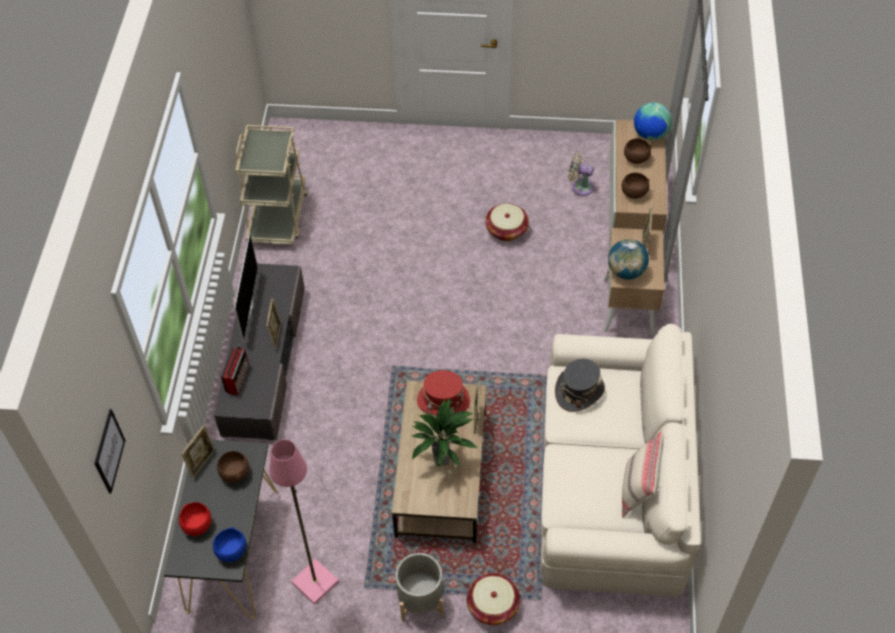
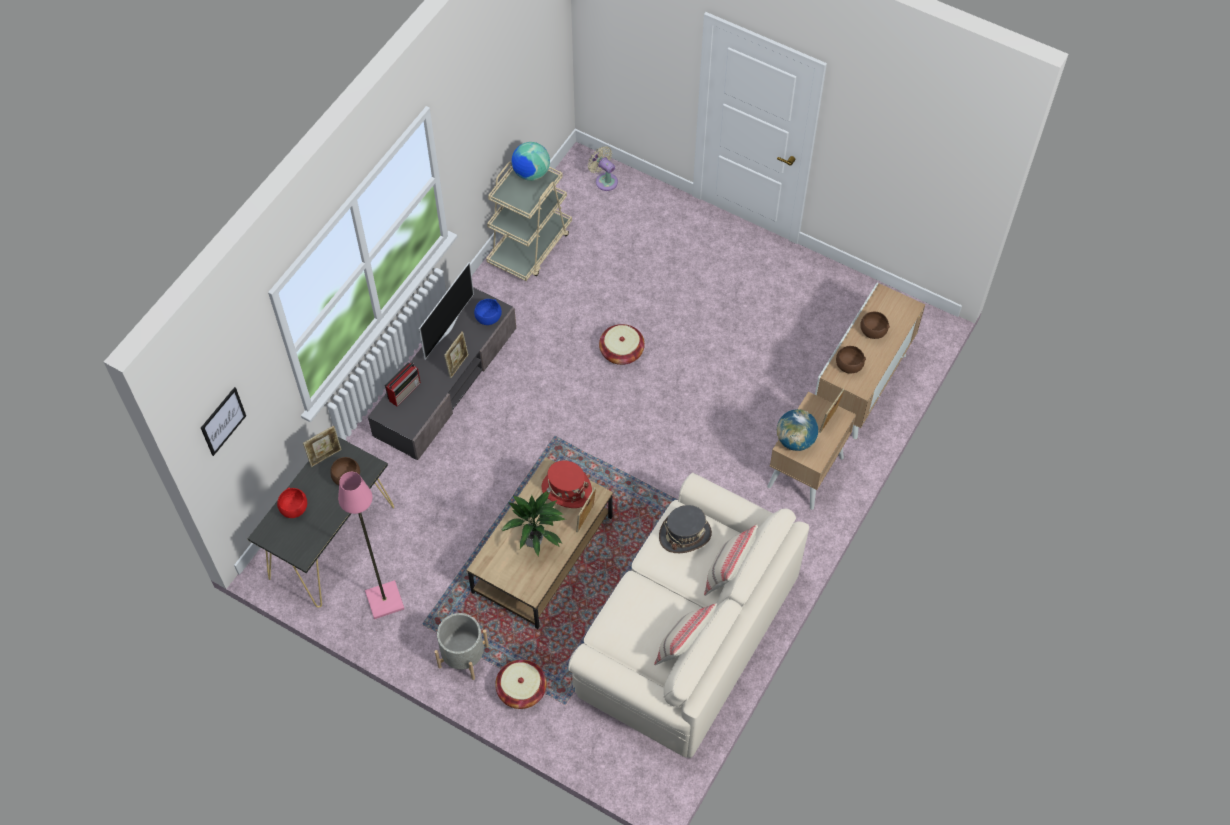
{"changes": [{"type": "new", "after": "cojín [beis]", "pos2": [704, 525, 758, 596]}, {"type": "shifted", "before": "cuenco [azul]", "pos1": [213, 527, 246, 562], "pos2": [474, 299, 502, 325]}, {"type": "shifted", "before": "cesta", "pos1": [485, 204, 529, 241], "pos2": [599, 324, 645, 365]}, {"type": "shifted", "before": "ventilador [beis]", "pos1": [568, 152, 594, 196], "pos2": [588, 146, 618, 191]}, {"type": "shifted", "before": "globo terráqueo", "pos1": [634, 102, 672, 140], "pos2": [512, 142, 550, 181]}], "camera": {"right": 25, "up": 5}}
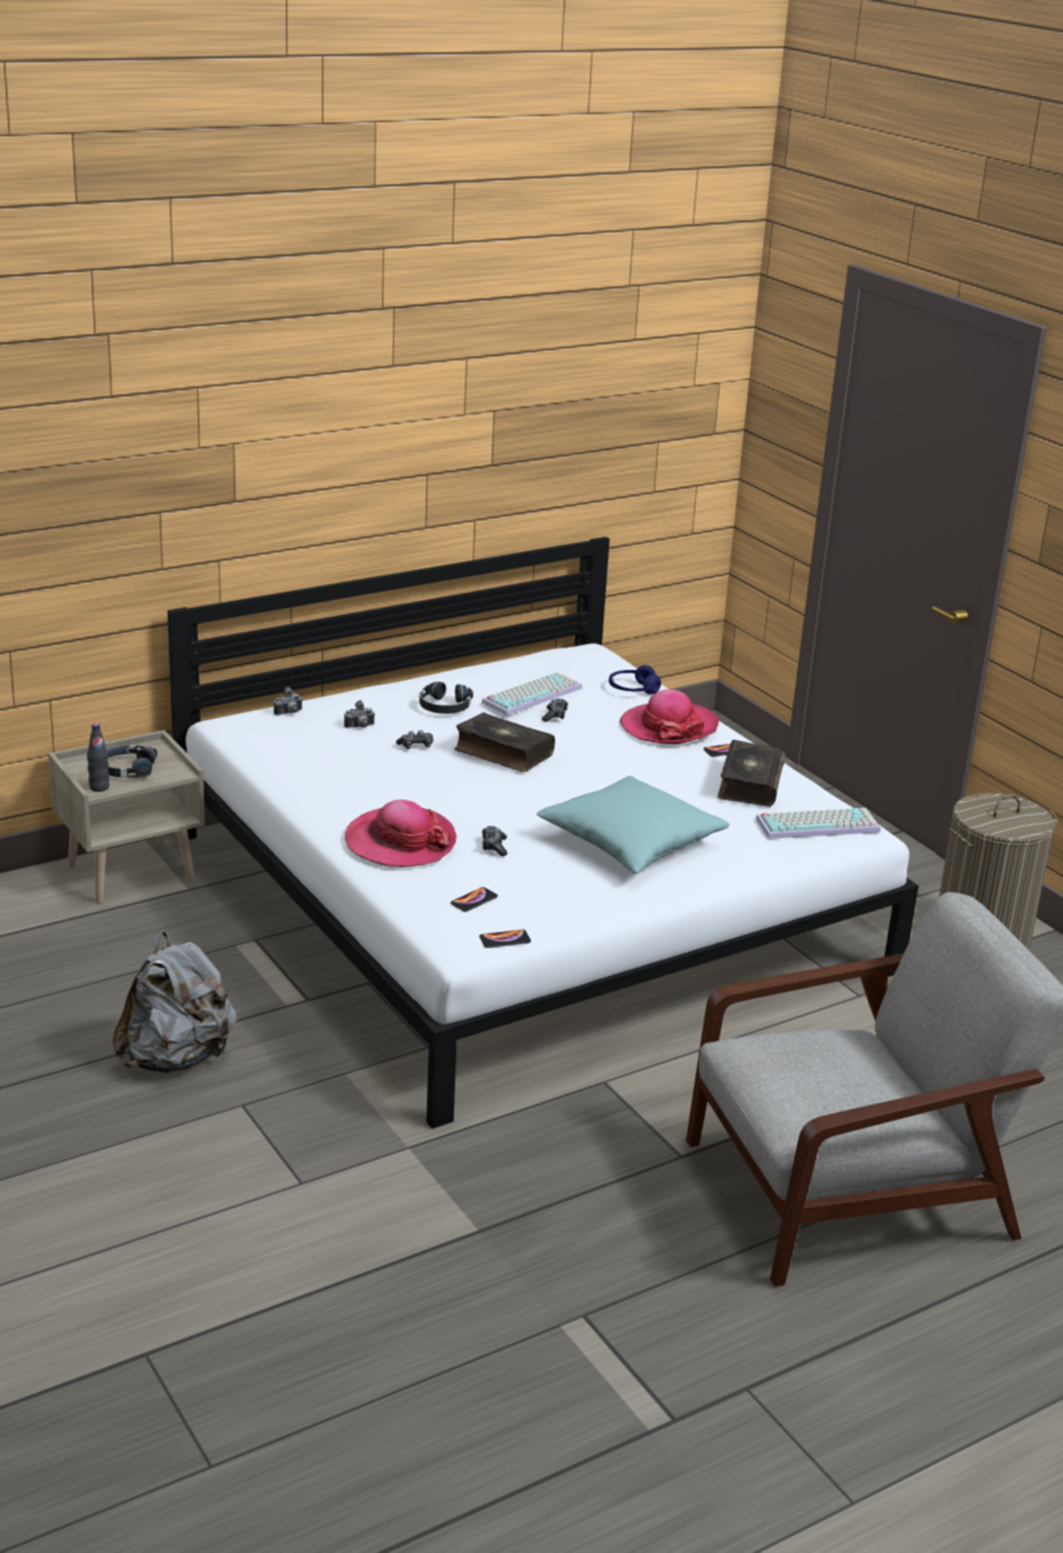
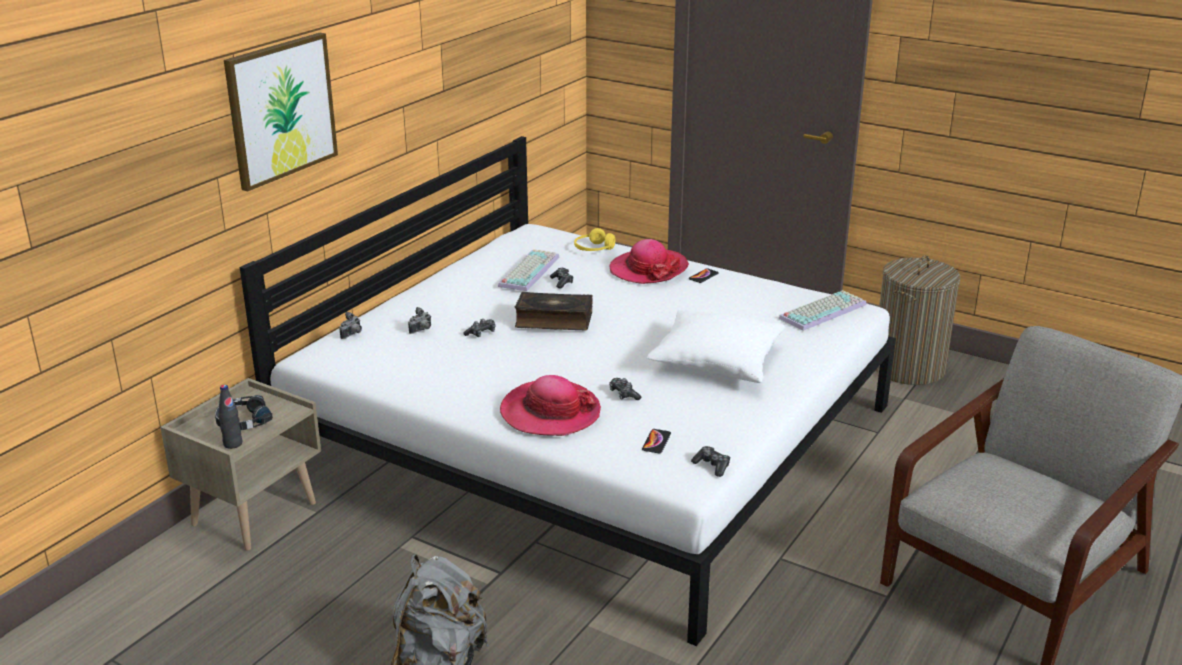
{"changes": [{"type": "gone", "before": "auriculares [negro]", "pos1": [419, 682, 473, 714]}, {"type": "gone", "before": "libro", "pos1": [718, 740, 785, 807]}, {"type": "new", "after": "cuadro", "pos2": [224, 33, 338, 192]}, {"type": "swapped", "before": "móvil", "after": "mando de consola", "pos1": [479, 929, 531, 948], "pos2": [691, 446, 730, 477]}, {"type": "repainted", "before": "cojín [turquesa]", "after": "cojín [blanco]", "pos1": [536, 776, 730, 874], "pos2": [646, 310, 785, 383]}, {"type": "repainted", "before": "auriculares [azul]", "after": "auriculares [amarillo]", "pos1": [609, 665, 661, 694], "pos2": [574, 228, 615, 251]}], "camera": {"right": -25, "up": 0}}
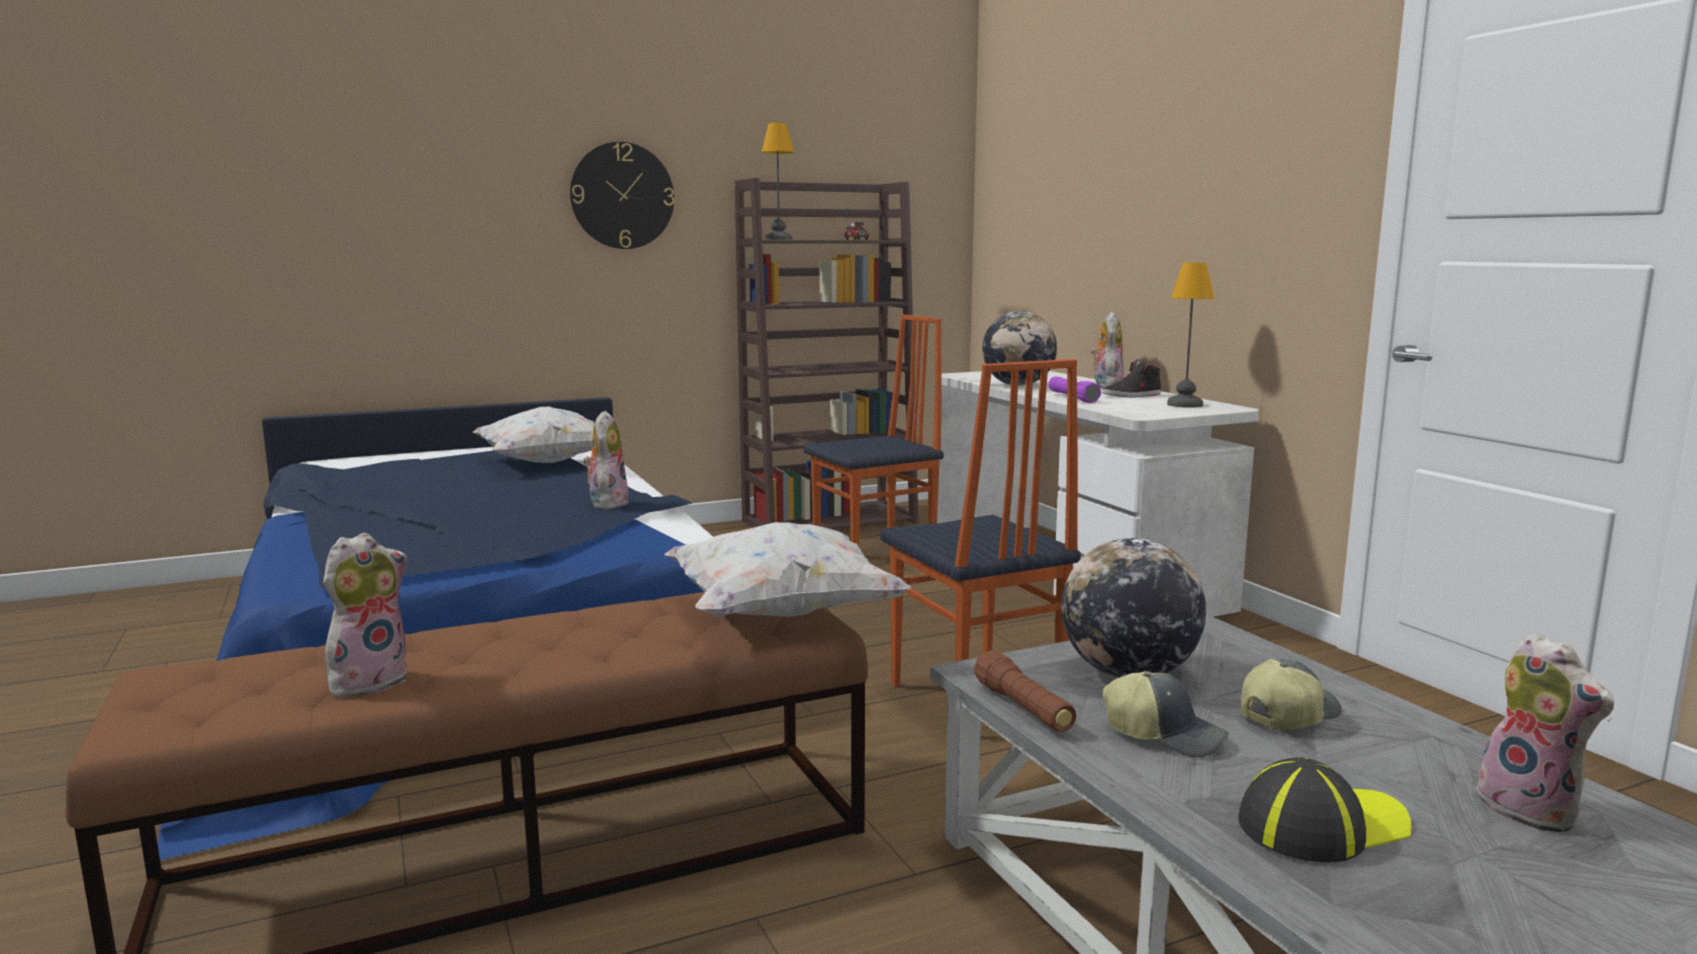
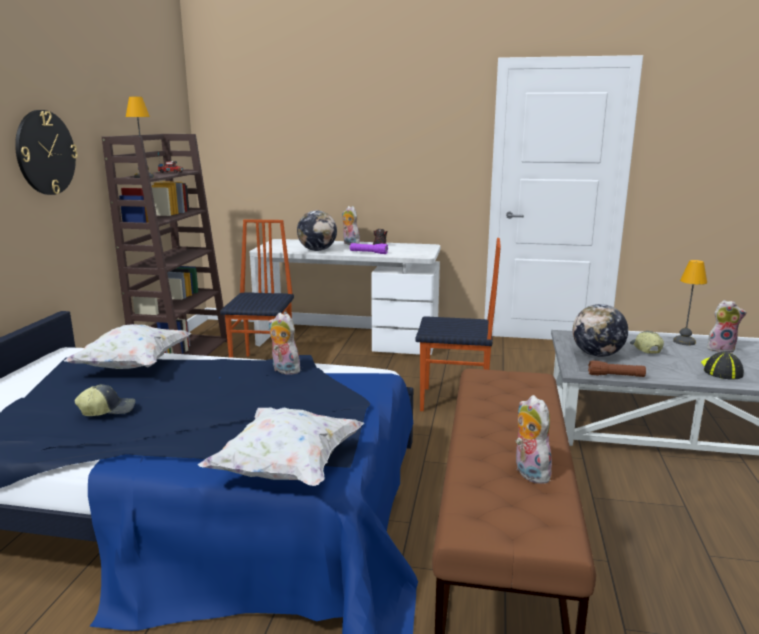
{"changes": [{"type": "shifted", "before": "cojín [blanco]", "pos1": [665, 522, 911, 617], "pos2": [198, 408, 364, 486]}, {"type": "shifted", "before": "gorra", "pos1": [1103, 671, 1229, 757], "pos2": [75, 384, 135, 416]}, {"type": "shifted", "before": "lámpara de mesa", "pos1": [1167, 263, 1214, 408], "pos2": [673, 260, 707, 345]}], "camera": {"right": -55, "up": 5}}
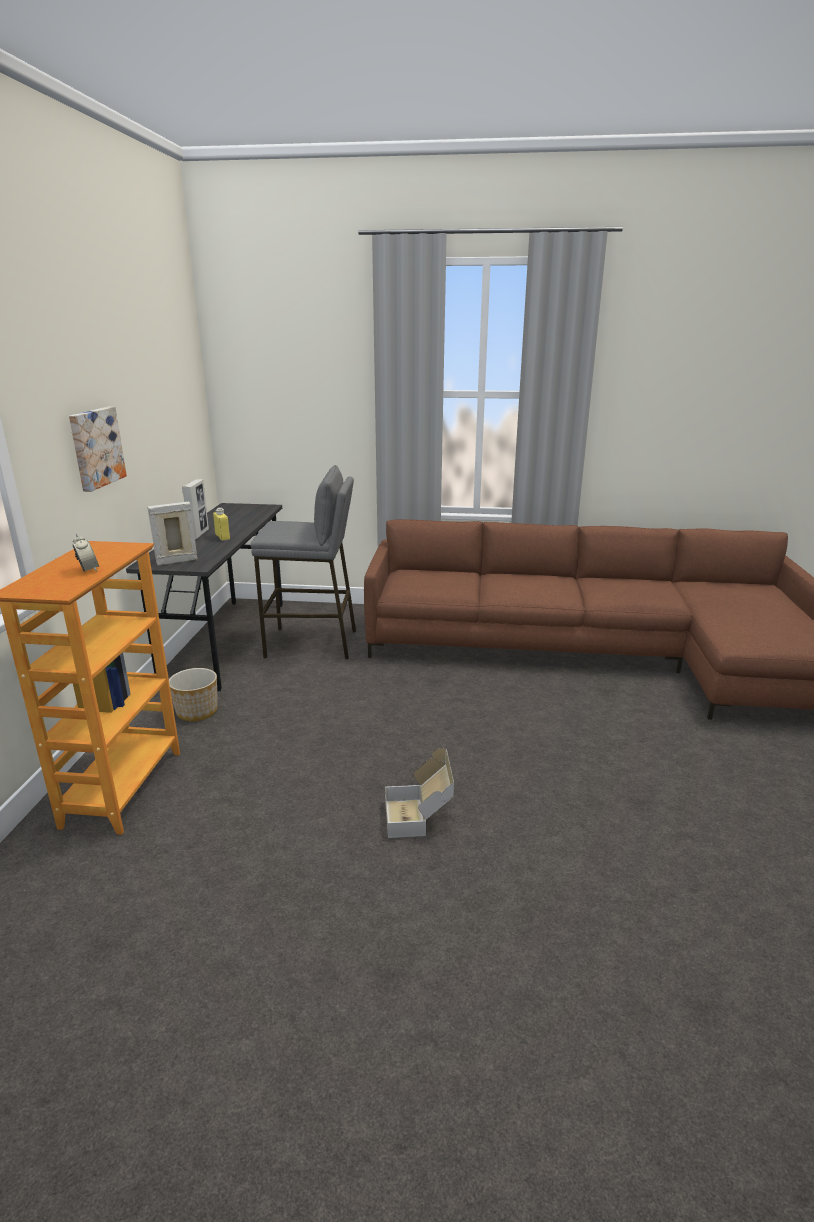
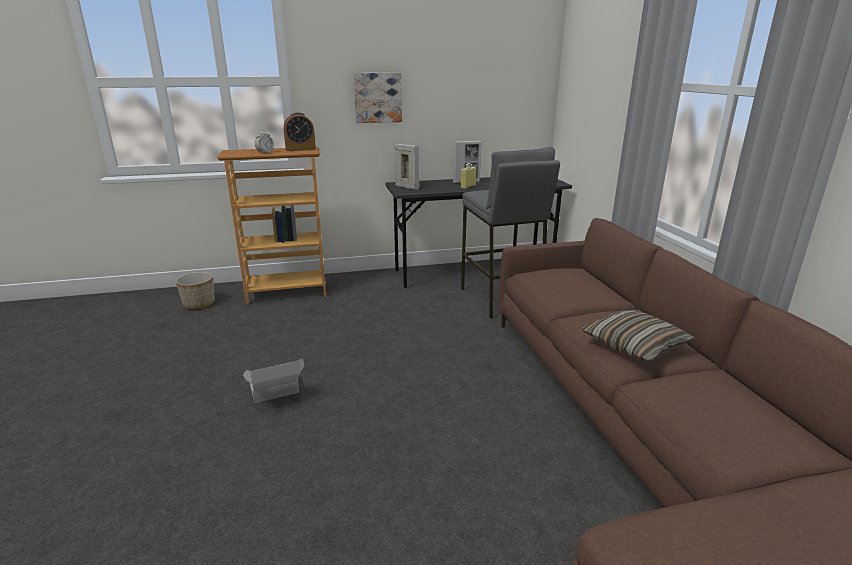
{"changes": [{"type": "new", "after": "despertador", "pos2": [284, 112, 316, 151]}, {"type": "new", "after": "cojín", "pos2": [582, 310, 695, 362]}, {"type": "shifted", "before": "maceta", "pos1": [169, 668, 218, 721], "pos2": [175, 272, 215, 309]}], "camera": {"right": 70, "up": 0}}
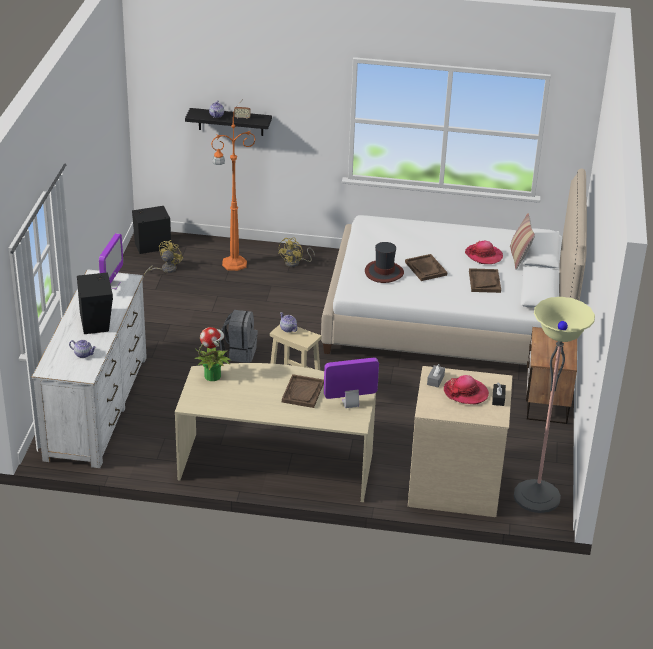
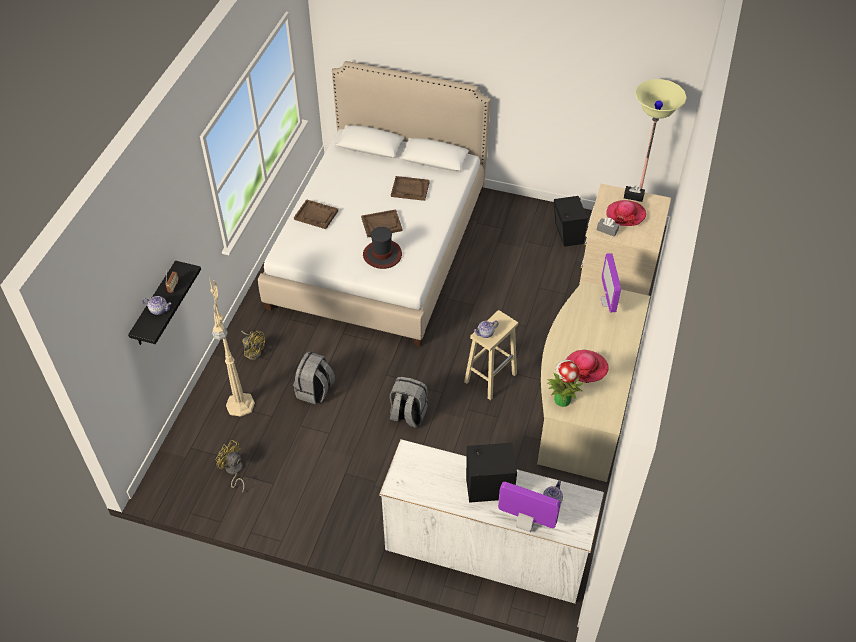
{"changes": [{"type": "gone", "before": "cojín", "pos1": [510, 213, 535, 270]}, {"type": "gone", "before": "mesita de noche", "pos1": [526, 327, 577, 424]}, {"type": "new", "after": "mochila [gris]", "pos2": [293, 352, 335, 404]}, {"type": "shifted", "before": "monitor", "pos1": [99, 233, 123, 289], "pos2": [498, 482, 561, 532]}, {"type": "shifted", "before": "altavoz [negro]", "pos1": [132, 206, 171, 254], "pos2": [554, 196, 588, 247]}, {"type": "shifted", "before": "bandeja [marrón]", "pos1": [282, 374, 324, 408], "pos2": [294, 199, 338, 229]}, {"type": "shifted", "before": "sombrero", "pos1": [465, 241, 503, 264], "pos2": [566, 350, 609, 383]}, {"type": "repainted", "before": "lámpara de pie [naranja]", "after": "lámpara de pie [beis]", "pos1": [211, 114, 256, 271], "pos2": [209, 277, 255, 417]}], "camera": {"right": -80, "up": 15}}
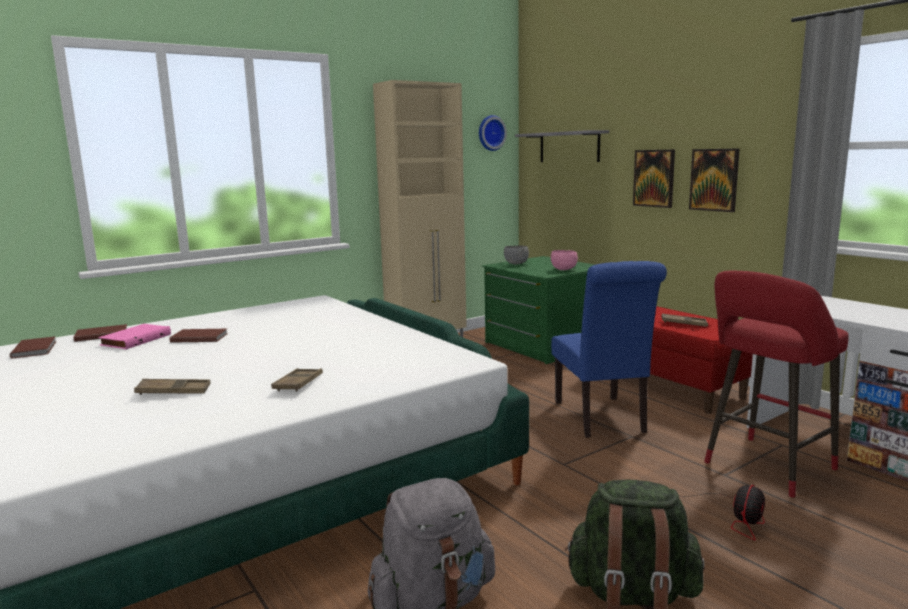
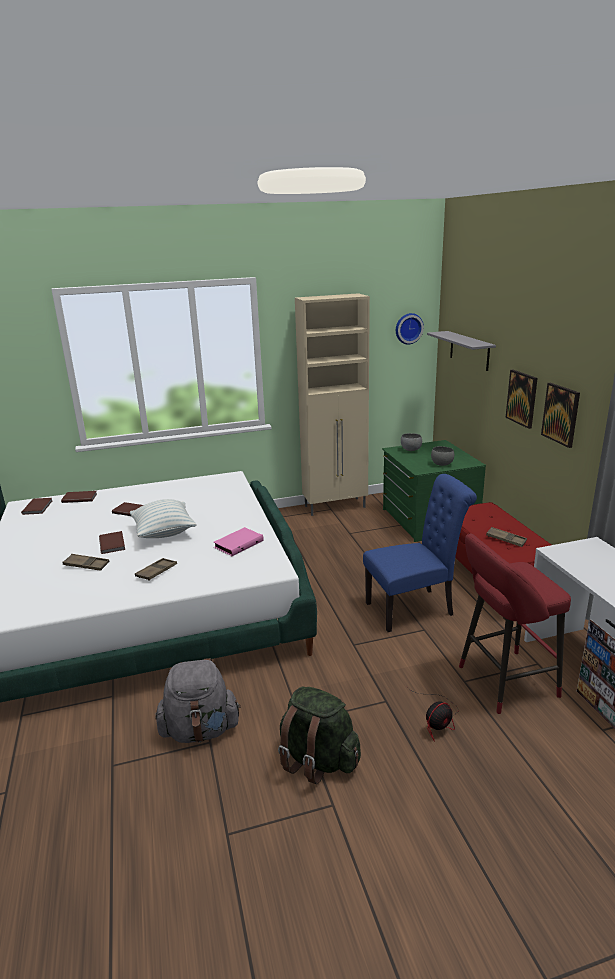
{"changes": [{"type": "new", "after": "libro [marrón]", "pos2": [99, 531, 125, 554]}, {"type": "new", "after": "cojín", "pos2": [130, 499, 197, 538]}, {"type": "shifted", "before": "libro [rosa]", "pos1": [98, 324, 171, 349], "pos2": [214, 527, 264, 556]}, {"type": "repainted", "before": "cuenco [rosa]", "after": "cuenco [gris]", "pos1": [551, 250, 578, 270], "pos2": [431, 446, 454, 466]}, {"type": "rotated", "before": "silla [azul]", "pos1": [551, 261, 667, 438], "pos2": [363, 474, 477, 632], "turn": -120}], "camera": {"right": 20, "up": 10}}
